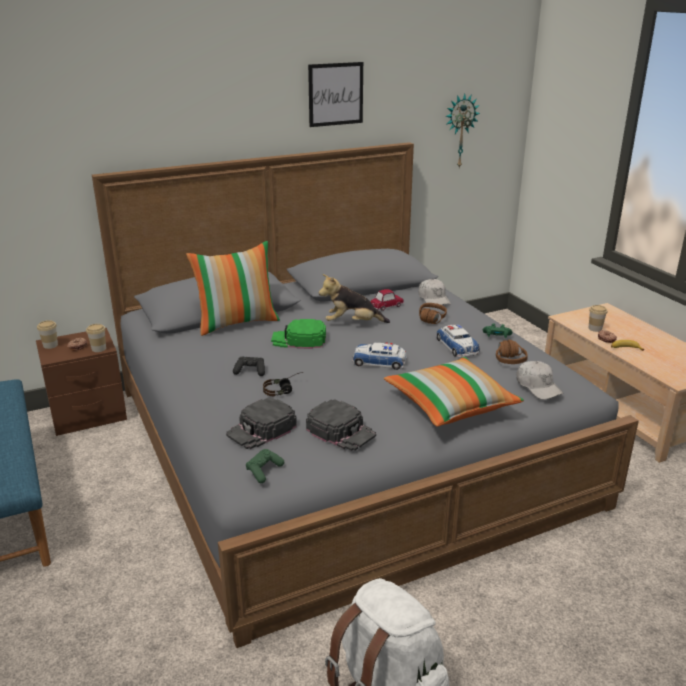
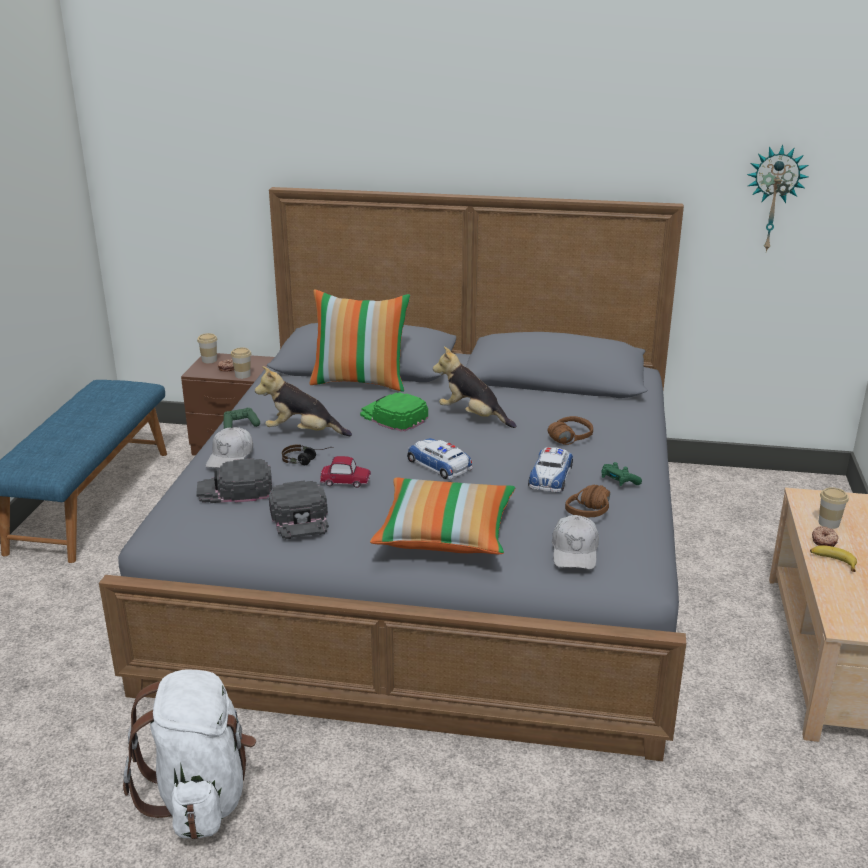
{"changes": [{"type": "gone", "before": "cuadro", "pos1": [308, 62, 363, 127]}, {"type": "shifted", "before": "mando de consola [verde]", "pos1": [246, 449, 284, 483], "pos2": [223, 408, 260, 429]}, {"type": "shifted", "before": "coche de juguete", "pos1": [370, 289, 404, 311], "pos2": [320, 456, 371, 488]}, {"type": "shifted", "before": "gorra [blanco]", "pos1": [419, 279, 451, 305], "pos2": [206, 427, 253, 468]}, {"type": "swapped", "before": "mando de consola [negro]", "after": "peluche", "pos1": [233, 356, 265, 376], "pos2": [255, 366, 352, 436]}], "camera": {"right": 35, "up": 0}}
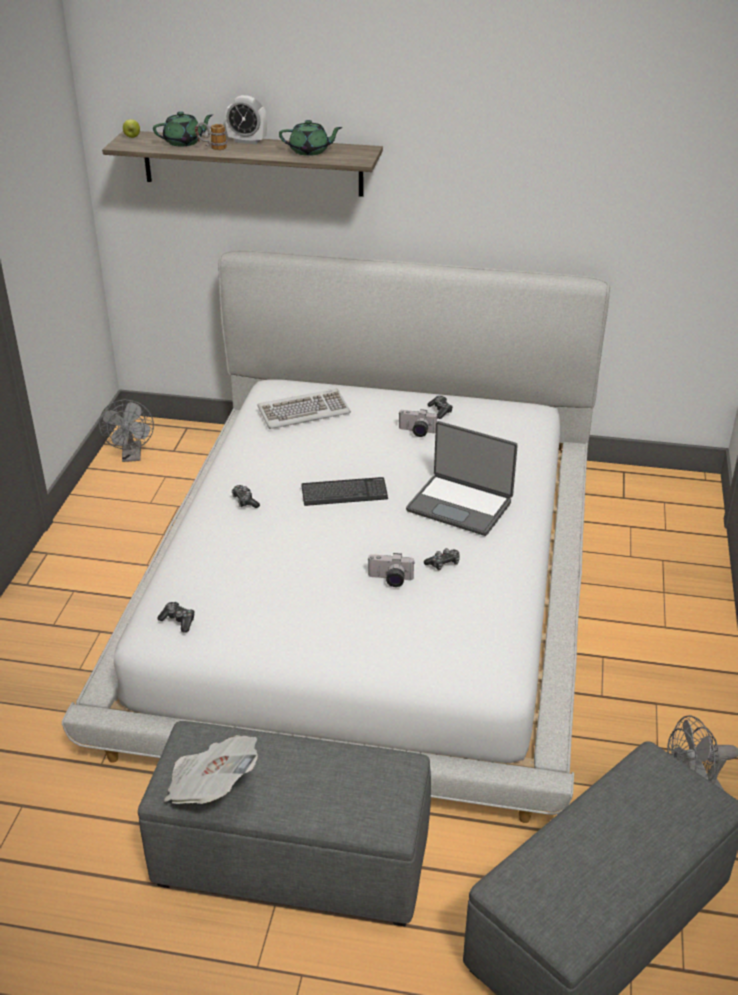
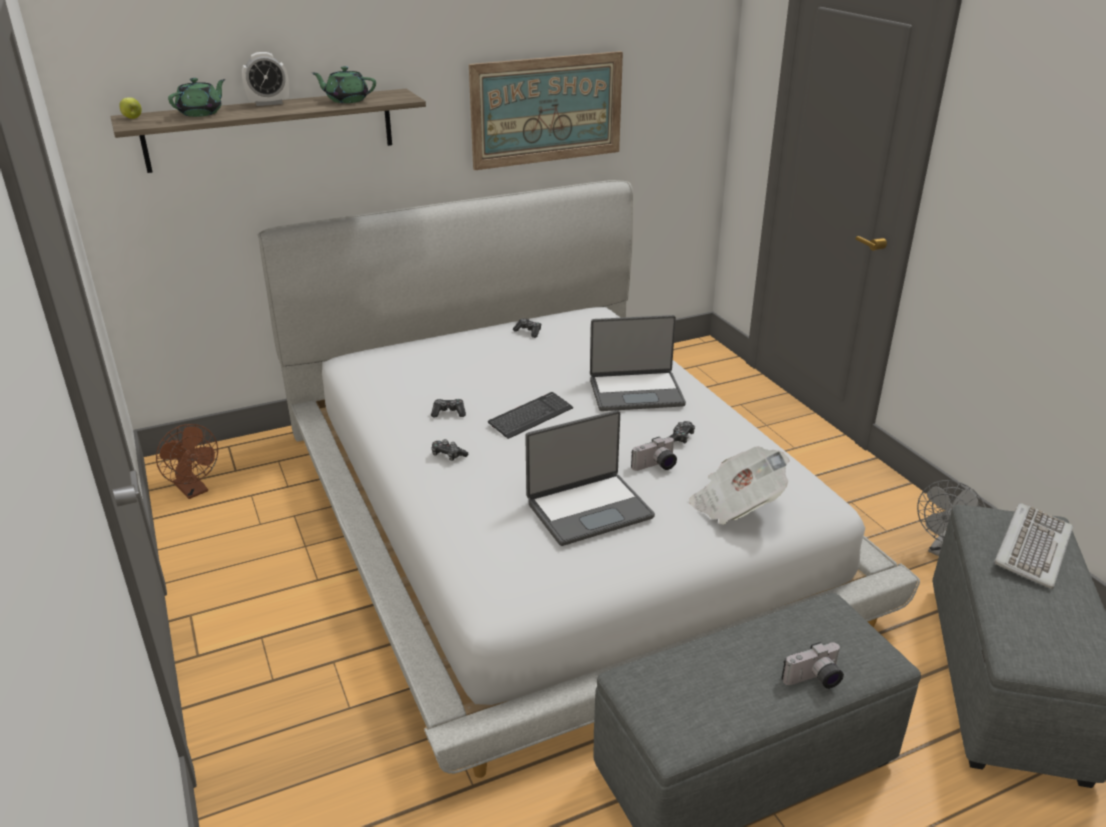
{"changes": [{"type": "gone", "before": "taza grande", "pos1": [195, 122, 227, 150]}, {"type": "new", "after": "cuadro", "pos2": [469, 51, 623, 170]}, {"type": "new", "after": "portátil", "pos2": [525, 410, 655, 546]}, {"type": "shifted", "before": "mando de consola", "pos1": [158, 602, 195, 633], "pos2": [431, 399, 466, 418]}, {"type": "shifted", "before": "periódico", "pos1": [164, 735, 258, 804], "pos2": [689, 446, 790, 525]}, {"type": "shifted", "before": "teclado", "pos1": [257, 389, 351, 429], "pos2": [994, 503, 1073, 589]}, {"type": "shifted", "before": "cámara", "pos1": [399, 409, 438, 437], "pos2": [782, 642, 844, 689]}, {"type": "repainted", "before": "ventilador [gris]", "after": "ventilador [marrón]", "pos1": [99, 400, 154, 462], "pos2": [156, 424, 218, 499]}, {"type": "rotated", "before": "tetera [verde]", "pos1": [279, 120, 342, 156], "pos2": [312, 66, 376, 103], "turn": -135}], "camera": {"right": -35, "up": -5}}
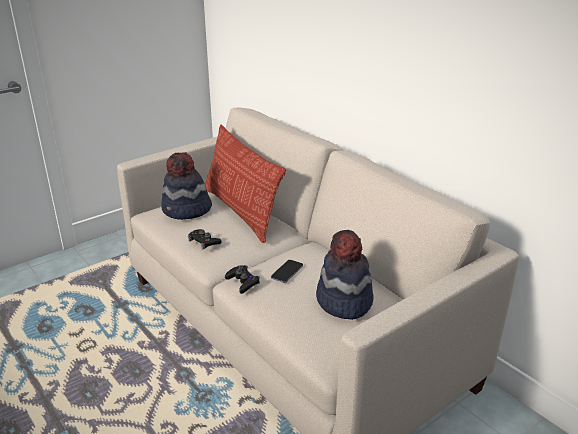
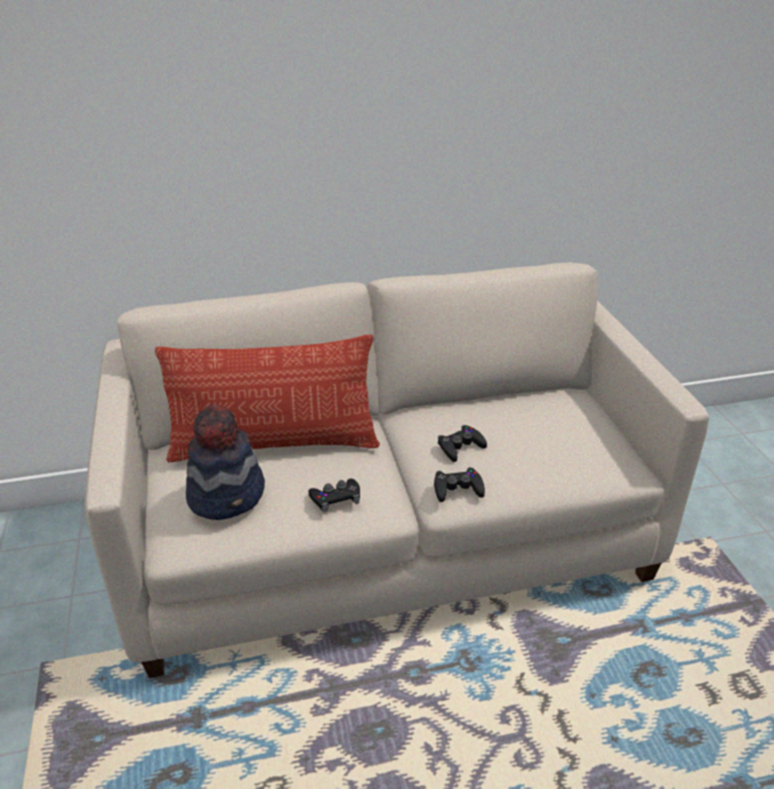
{"changes": [{"type": "gone", "before": "sombrero", "pos1": [316, 230, 374, 320]}, {"type": "swapped", "before": "móvil", "after": "mando de consola [negro]", "pos1": [271, 260, 303, 283], "pos2": [438, 425, 487, 462]}], "camera": {"right": -65, "up": 5}}
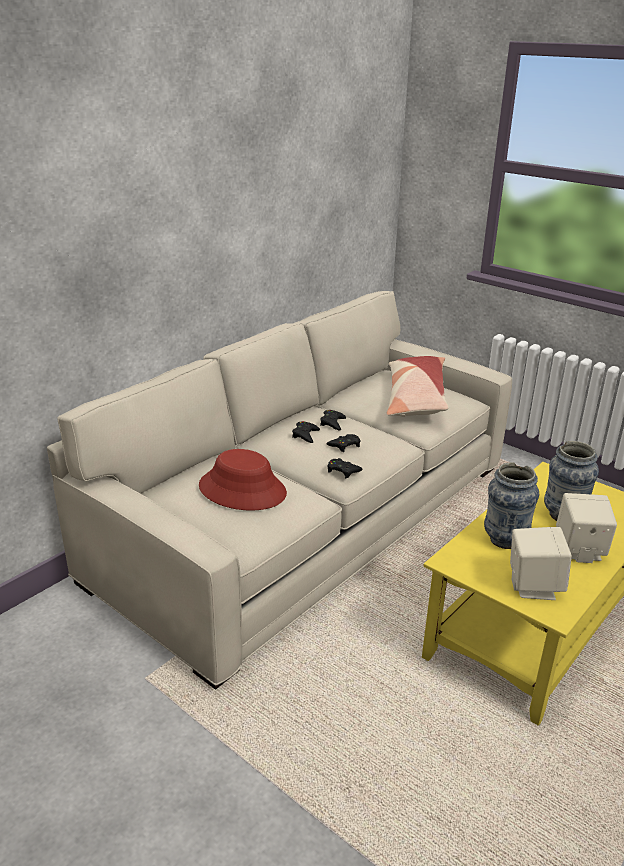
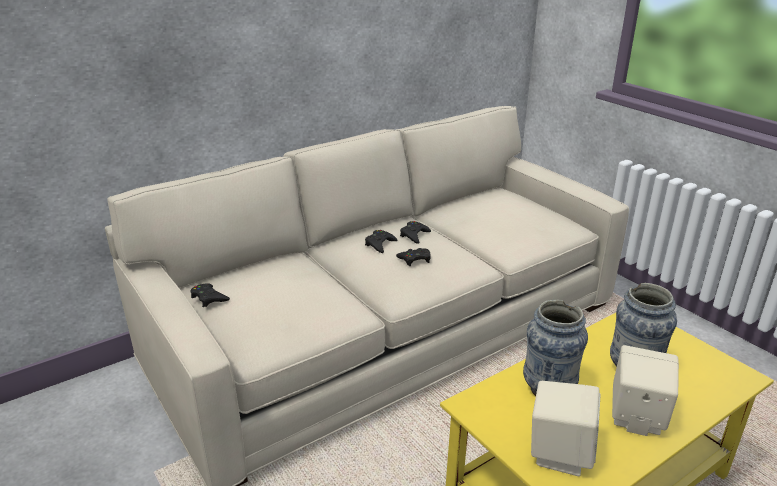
{"changes": [{"type": "gone", "before": "sombrero [rojo]", "pos1": [199, 449, 287, 511]}, {"type": "gone", "before": "cojín", "pos1": [387, 356, 449, 417]}, {"type": "shifted", "before": "mando de consola [negro]", "pos1": [328, 458, 362, 478], "pos2": [190, 283, 230, 307]}], "camera": {"right": 15, "up": 0}}
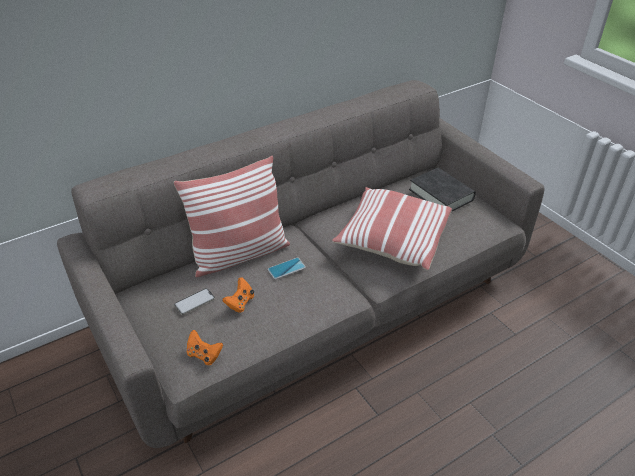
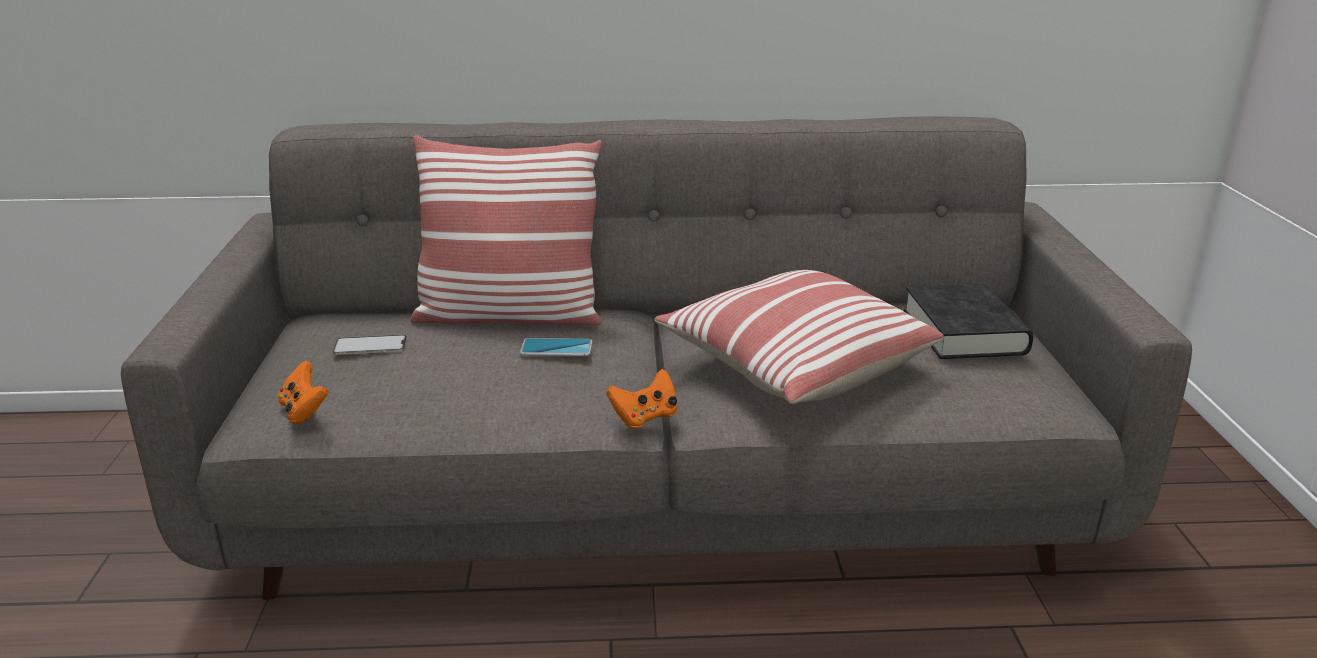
{"changes": [{"type": "shifted", "before": "mando de consola [naranja]", "pos1": [222, 277, 254, 313], "pos2": [606, 369, 677, 429]}], "camera": {"right": 30, "up": -15}}
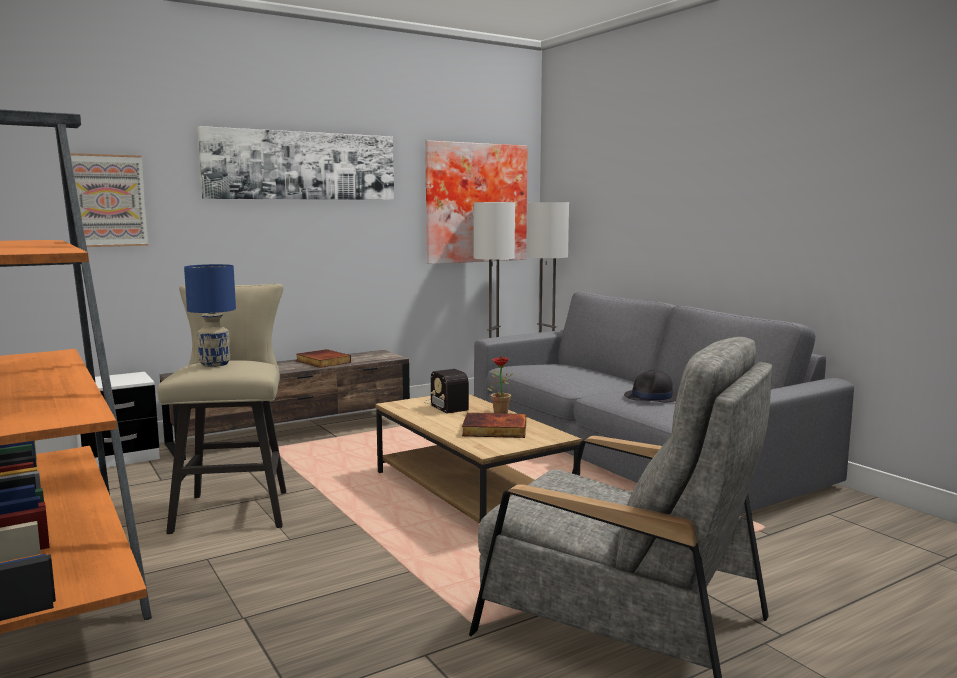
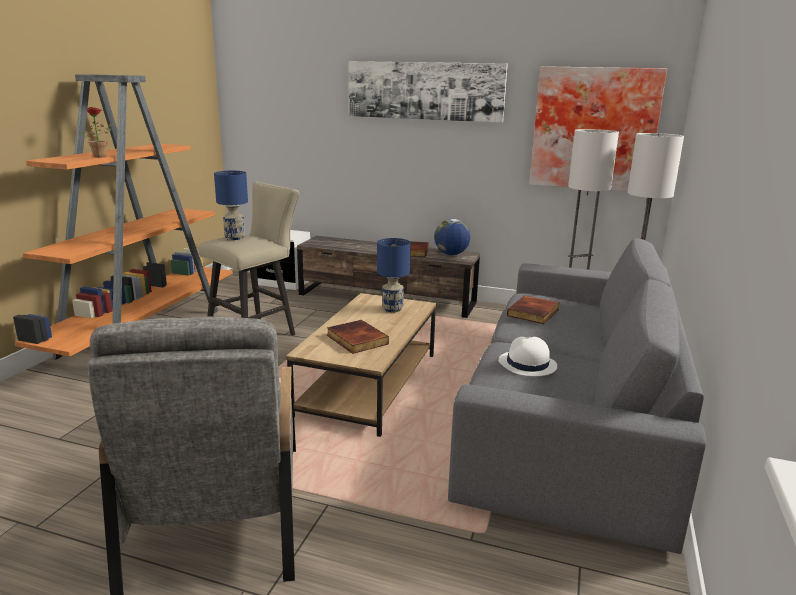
{"changes": [{"type": "gone", "before": "cuadro", "pos1": [70, 153, 148, 247]}, {"type": "new", "after": "globo terráqueo", "pos2": [434, 219, 470, 255]}, {"type": "new", "after": "libro", "pos2": [507, 295, 560, 324]}, {"type": "shifted", "before": "planta en maceta", "pos1": [488, 357, 514, 414], "pos2": [78, 107, 115, 158]}, {"type": "swapped", "before": "radio", "after": "lámpara de mesa [azul]", "pos1": [423, 369, 469, 414], "pos2": [377, 238, 411, 312]}, {"type": "repainted", "before": "sombrero [negro]", "after": "sombrero [blanco]", "pos1": [624, 370, 677, 402], "pos2": [498, 337, 557, 376]}], "camera": {"right": 50, "up": 10}}
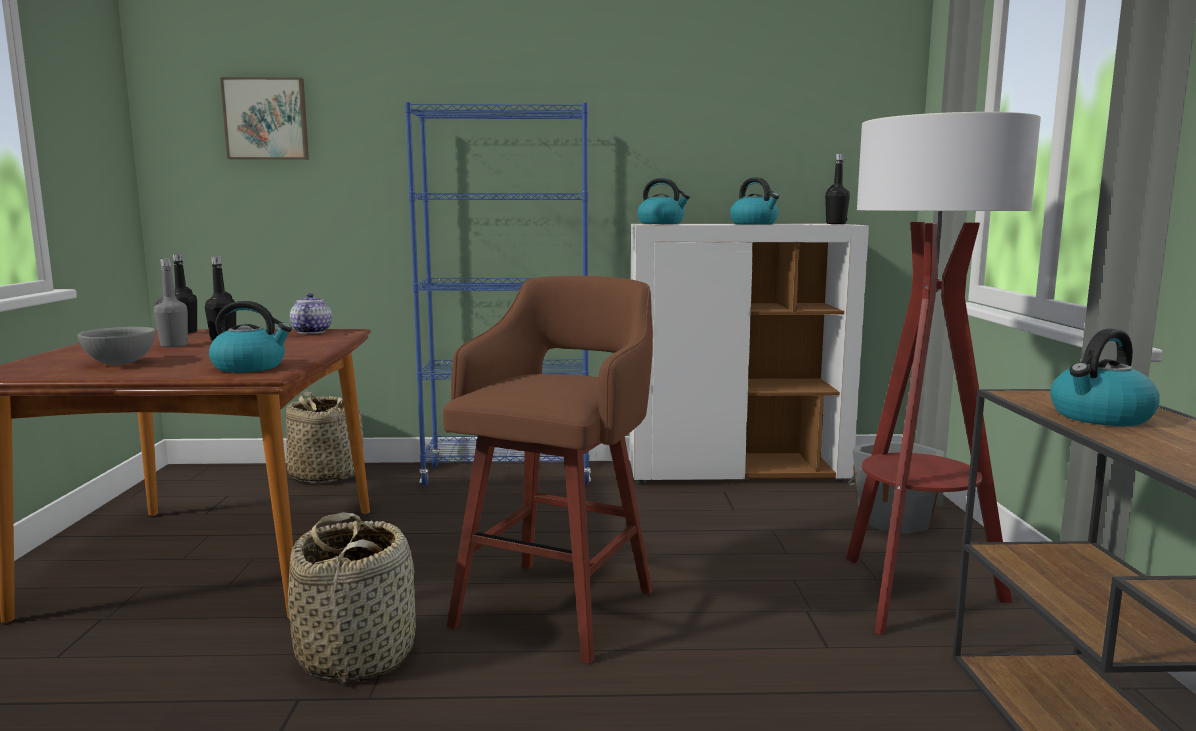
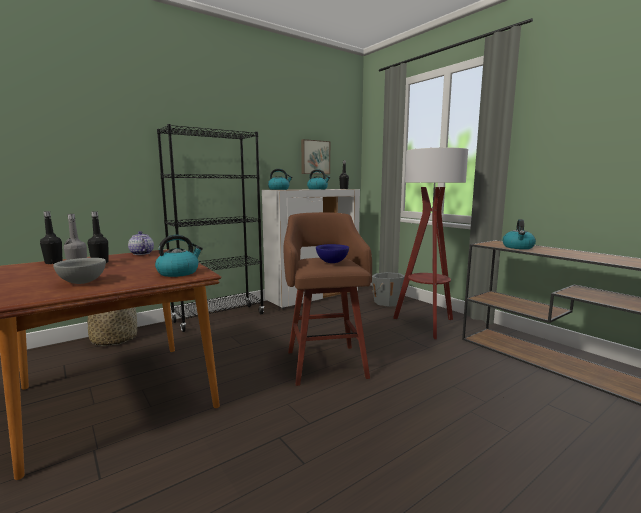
{"changes": [{"type": "gone", "before": "cesta", "pos1": [288, 512, 416, 683]}, {"type": "new", "after": "cuenco [azul]", "pos2": [316, 244, 349, 263]}, {"type": "shifted", "before": "cuadro", "pos1": [220, 77, 309, 159], "pos2": [301, 139, 330, 174]}, {"type": "repainted", "before": "estantería [azul]", "after": "estantería [negro]", "pos1": [405, 102, 591, 486], "pos2": [157, 124, 264, 332]}], "camera": {"right": -35, "up": 0}}
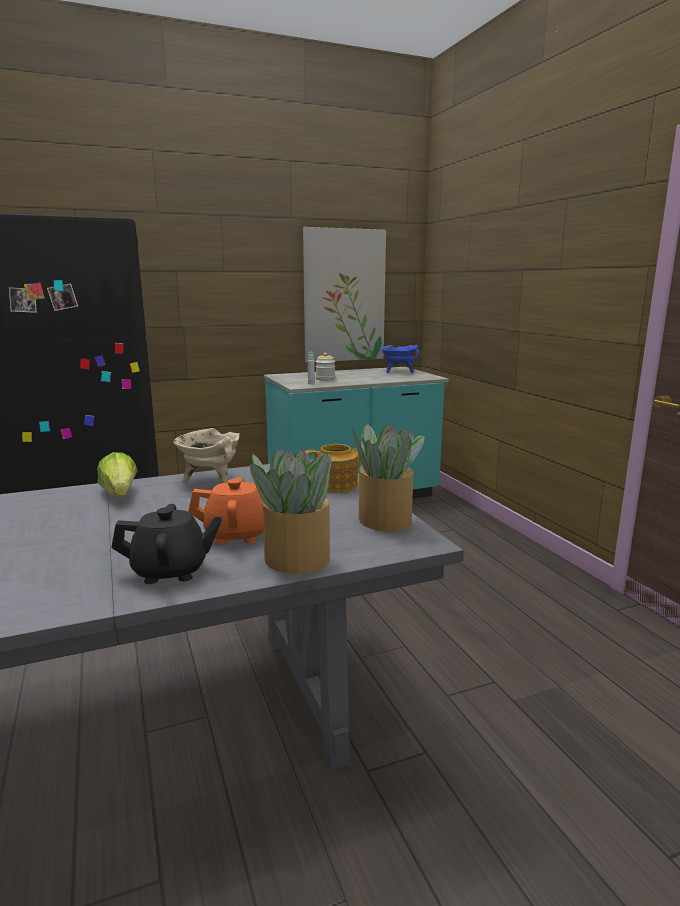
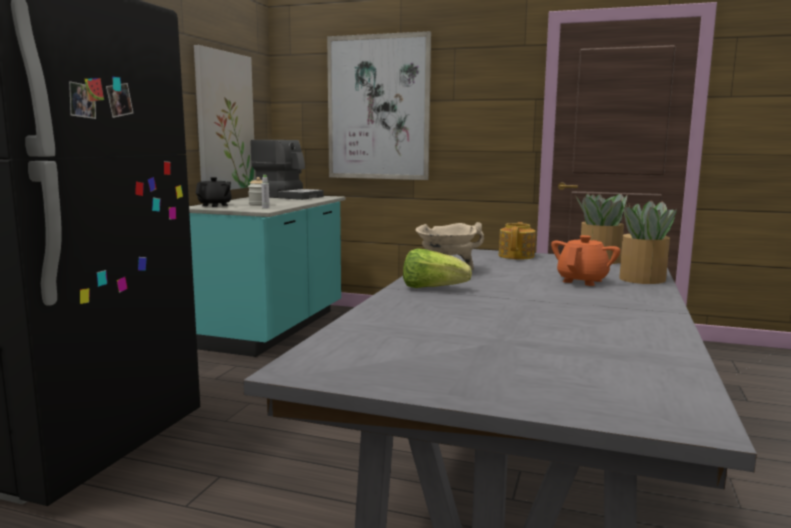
{"changes": [{"type": "new", "after": "cuadro", "pos2": [327, 31, 431, 180]}, {"type": "shifted", "before": "tetera [negro]", "pos1": [111, 504, 222, 584], "pos2": [195, 177, 232, 207]}, {"type": "swapped", "before": "olla [azul]", "after": "cafetera", "pos1": [380, 345, 419, 373], "pos2": [251, 140, 324, 200]}], "camera": {"right": -50, "up": -5}}
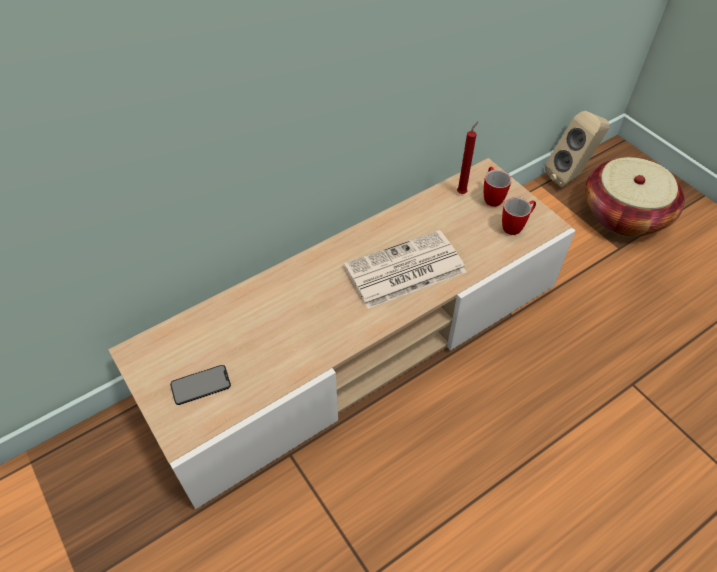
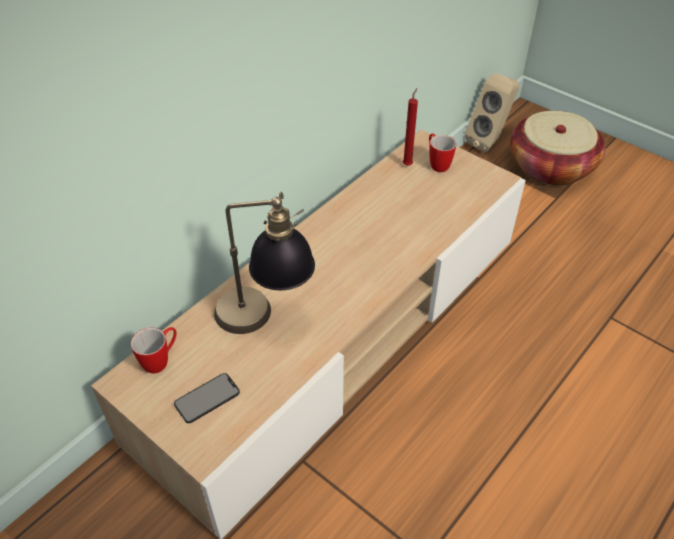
{"changes": [{"type": "gone", "before": "periódico", "pos1": [344, 230, 466, 309]}, {"type": "new", "after": "lámpara de mesa", "pos2": [214, 192, 315, 334]}, {"type": "shifted", "before": "taza grande", "pos1": [502, 197, 536, 235], "pos2": [131, 327, 177, 374]}], "camera": {"right": -15, "up": -5}}
